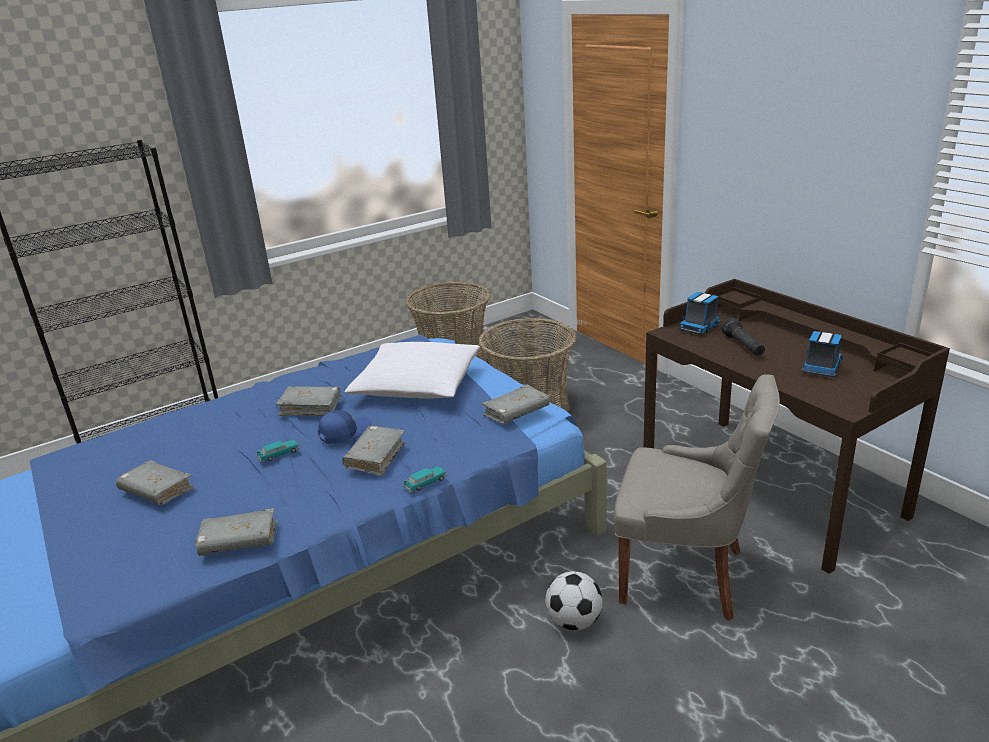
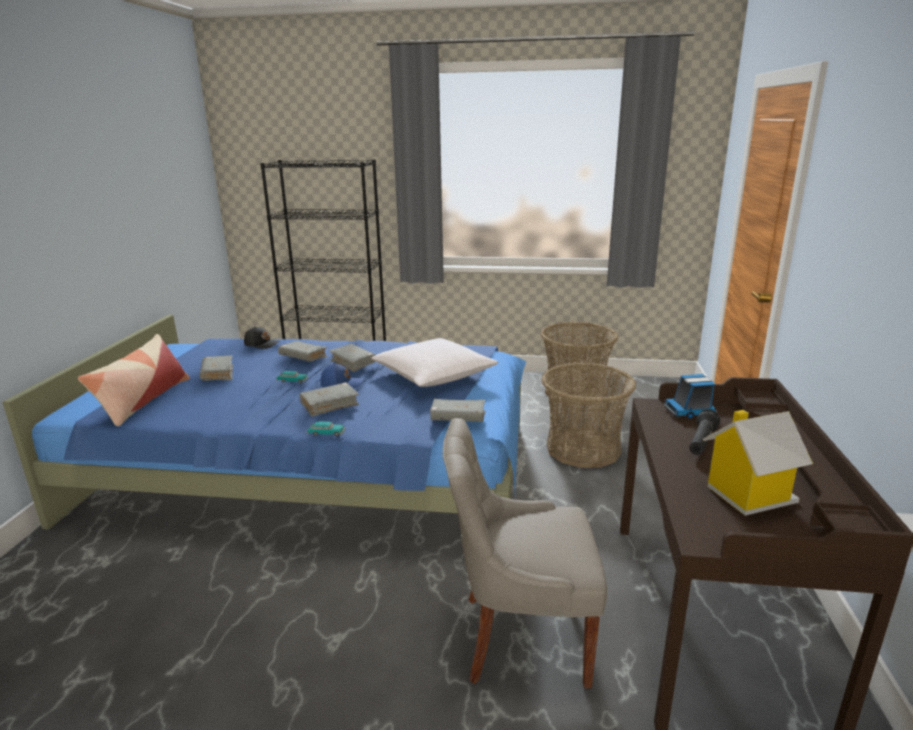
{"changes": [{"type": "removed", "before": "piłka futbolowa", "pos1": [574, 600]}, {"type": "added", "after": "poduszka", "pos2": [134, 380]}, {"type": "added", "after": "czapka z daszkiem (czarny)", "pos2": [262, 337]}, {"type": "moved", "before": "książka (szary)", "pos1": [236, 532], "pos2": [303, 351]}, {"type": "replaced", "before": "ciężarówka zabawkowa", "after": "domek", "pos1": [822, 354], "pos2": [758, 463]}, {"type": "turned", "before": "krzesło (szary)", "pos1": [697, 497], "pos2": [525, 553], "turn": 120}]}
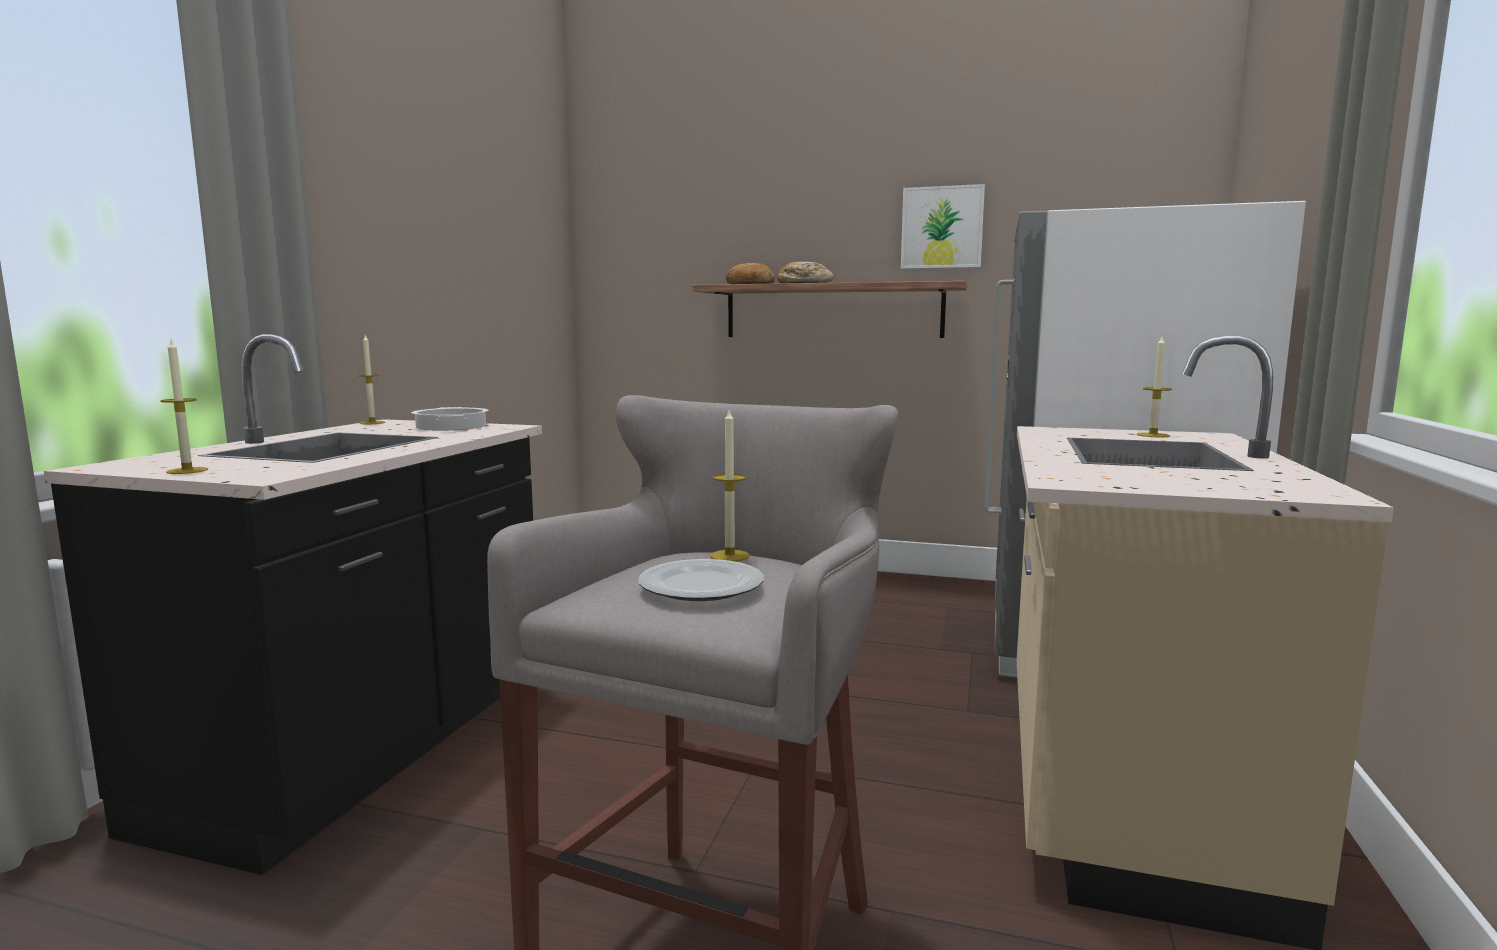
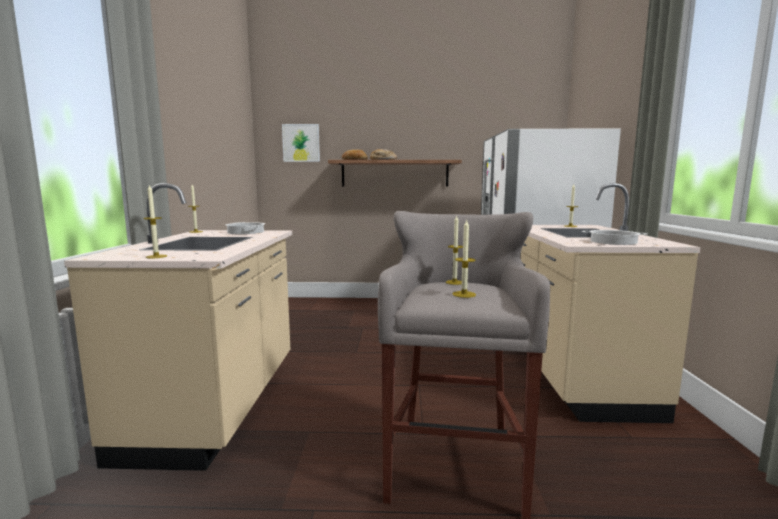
{"changes": [{"type": "added", "after": "garnek", "pos2": [614, 237]}, {"type": "moved", "before": "obraz", "pos1": [943, 226], "pos2": [301, 143]}, {"type": "replaced", "before": "talerz", "after": "świeca", "pos1": [701, 580], "pos2": [464, 259]}, {"type": "recoloured", "before": "zabudowa kuchenna (czarny)", "after": "zabudowa kuchenna (beżowy)", "pos1": [293, 604], "pos2": [178, 327]}]}
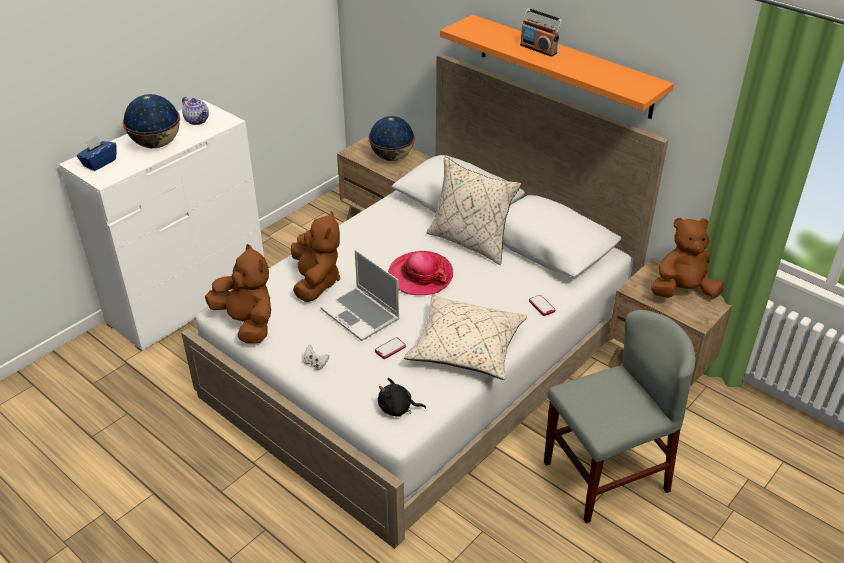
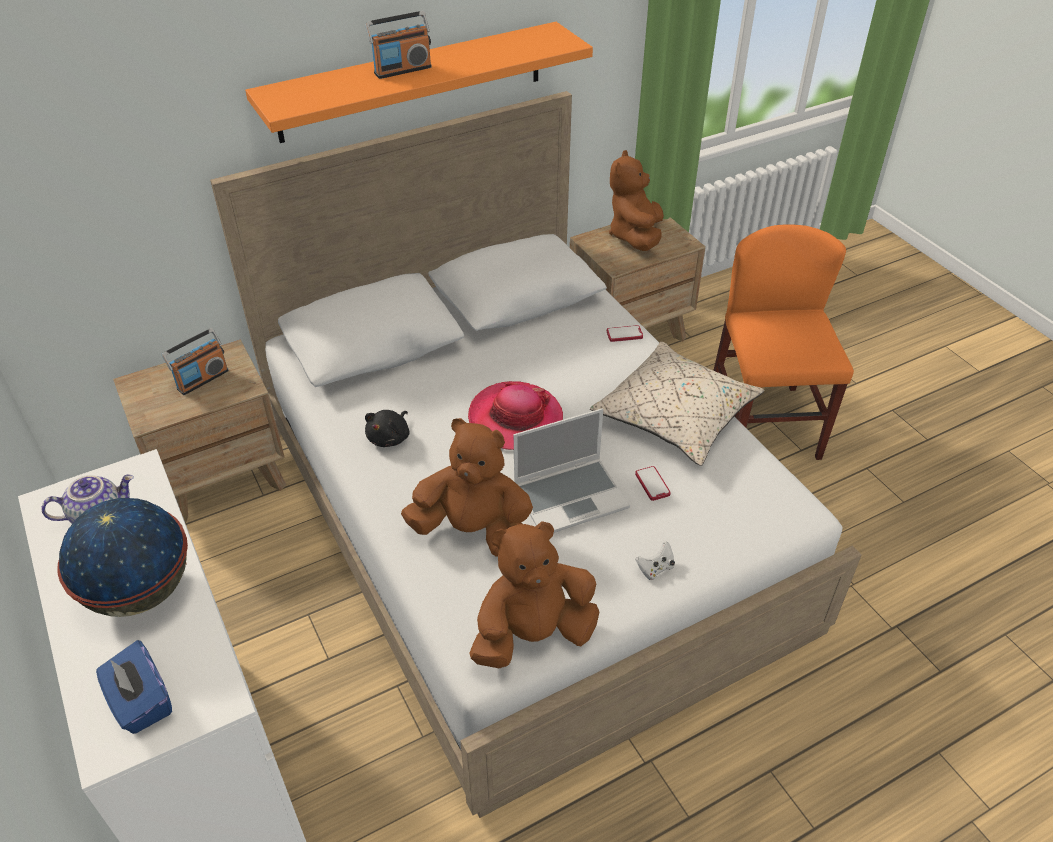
{"changes": [{"type": "removed", "before": "poduszka (beżowy)", "pos1": [474, 211]}, {"type": "moved", "before": "pluszak (czarny)", "pos1": [402, 397], "pos2": [387, 428]}, {"type": "replaced", "before": "globus", "after": "radio", "pos1": [392, 138], "pos2": [195, 361]}, {"type": "recoloured", "before": "krzesło (szary)", "after": "krzesło (pomarańczowy)", "pos1": [619, 417], "pos2": [783, 342]}]}
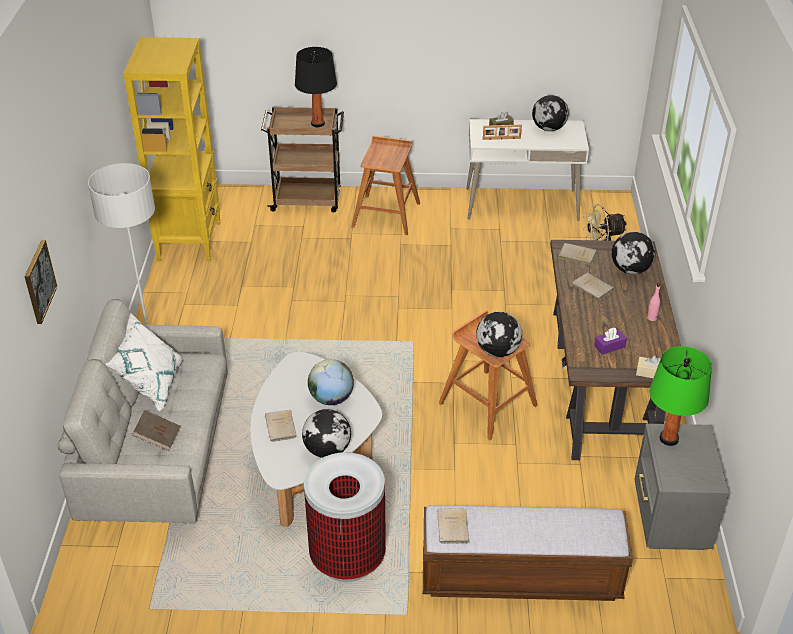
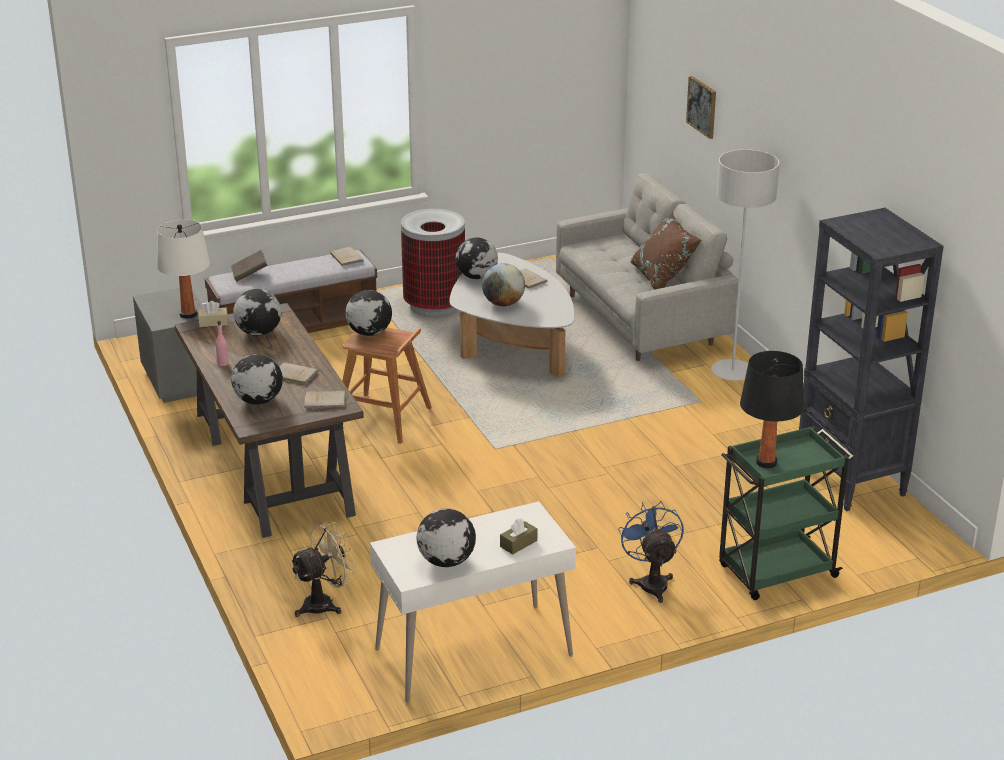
{"changes": [{"type": "removed", "before": "ramka na zdjęcie", "pos1": [502, 132]}, {"type": "moved", "before": "książka (brązowy)", "pos1": [156, 430], "pos2": [249, 266]}, {"type": "replaced", "before": "stołek (brązowy)", "after": "wentylator (niebieski)", "pos1": [385, 185], "pos2": [651, 552]}, {"type": "replaced", "before": "pudełko chusteczek (fioletowy)", "after": "globus", "pos1": [610, 341], "pos2": [257, 312]}, {"type": "recoloured", "before": "poduszka (biały)", "after": "poduszka (brązowy)", "pos1": [144, 362], "pos2": [666, 250]}, {"type": "recoloured", "before": "regał (żółty)", "after": "regał (czarny)", "pos1": [172, 149], "pos2": [871, 359]}, {"type": "recoloured", "before": "wózek (brązowy)", "after": "wózek (zielony)", "pos1": [302, 159], "pos2": [786, 513]}, {"type": "recoloured", "before": "lampa stołowa (zielony)", "after": "lampa stołowa (biały)", "pos1": [680, 396], "pos2": [183, 269]}]}
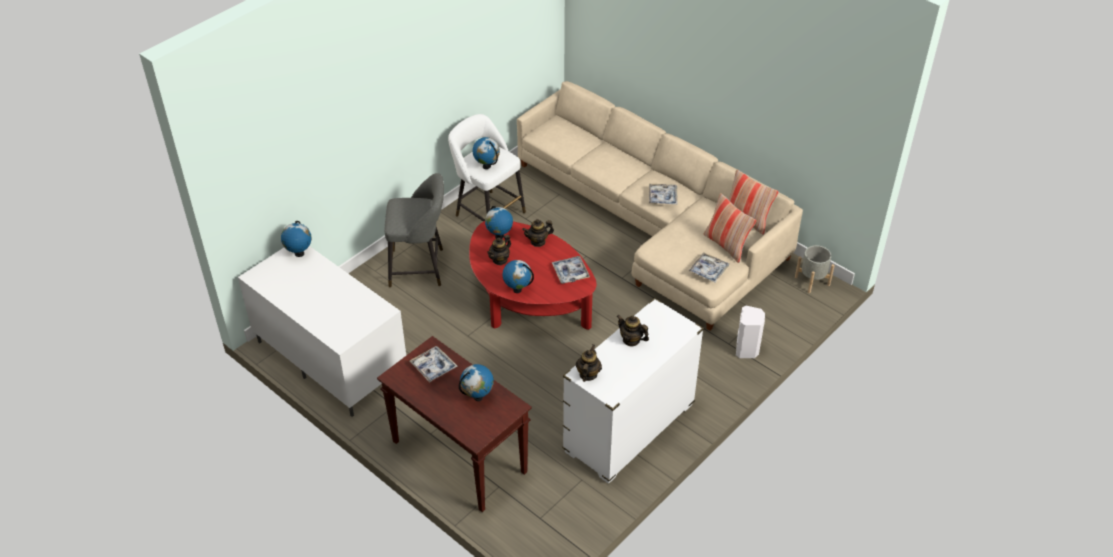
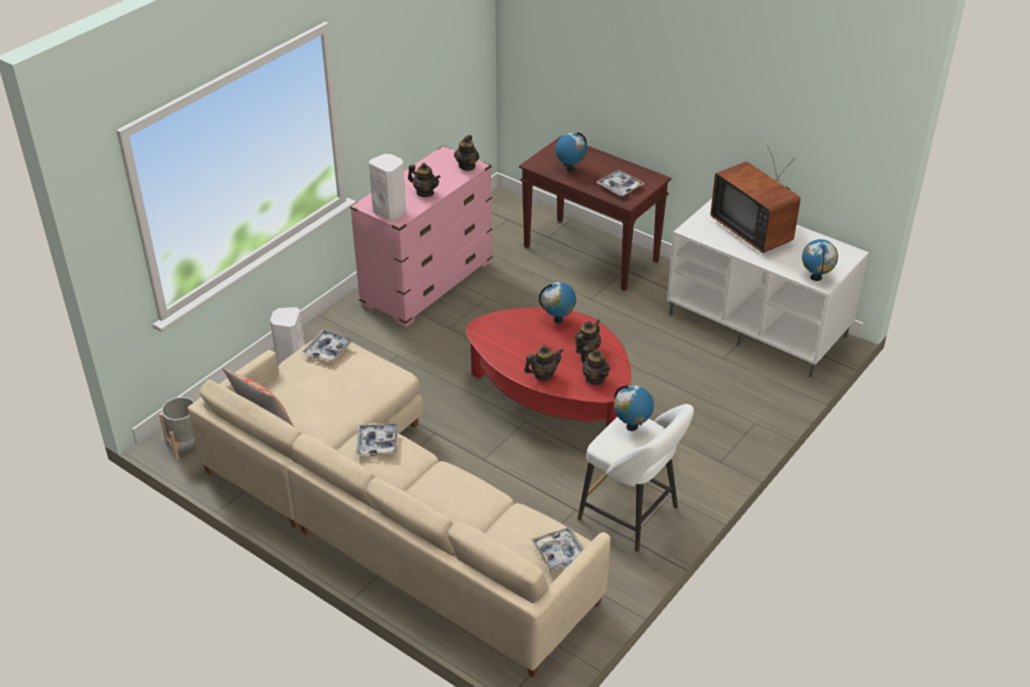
{"changes": [{"type": "removed", "before": "stołek (szary)", "pos1": [414, 230]}, {"type": "removed", "before": "poduszka", "pos1": [730, 228]}, {"type": "added", "after": "głośnik (biały)", "pos2": [387, 187]}, {"type": "added", "after": "telewizor", "pos2": [755, 199]}, {"type": "moved", "before": "taca", "pos1": [570, 270], "pos2": [557, 549]}, {"type": "replaced", "before": "globus", "after": "imbryk", "pos1": [499, 222], "pos2": [595, 365]}, {"type": "recoloured", "before": "komoda (biały)", "after": "komoda (różowy)", "pos1": [633, 391], "pos2": [421, 236]}]}
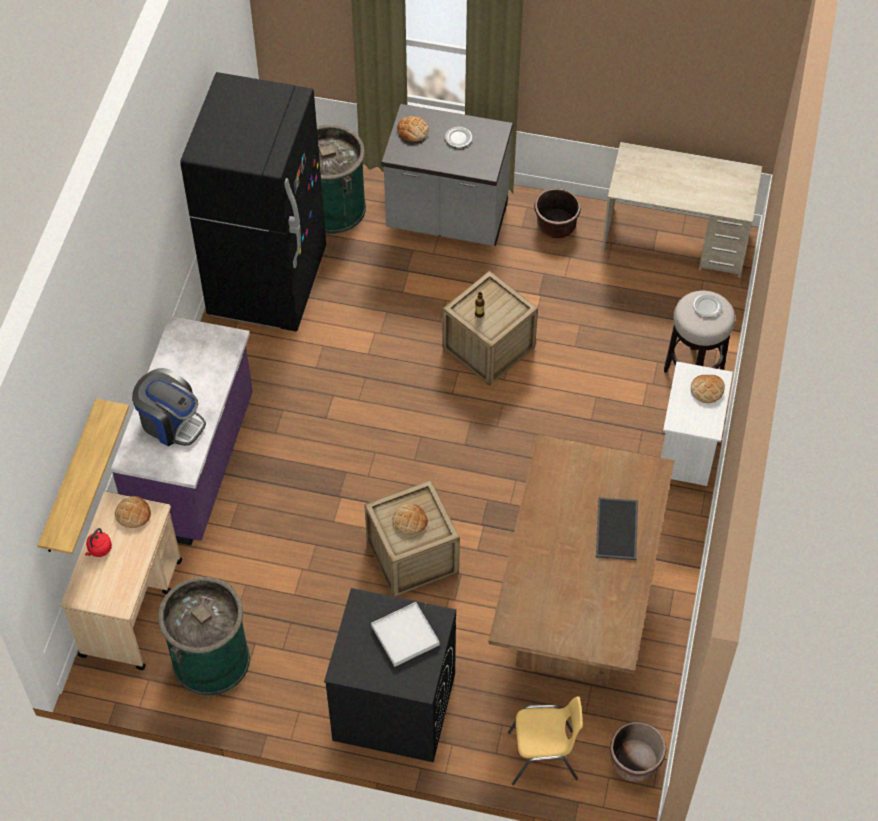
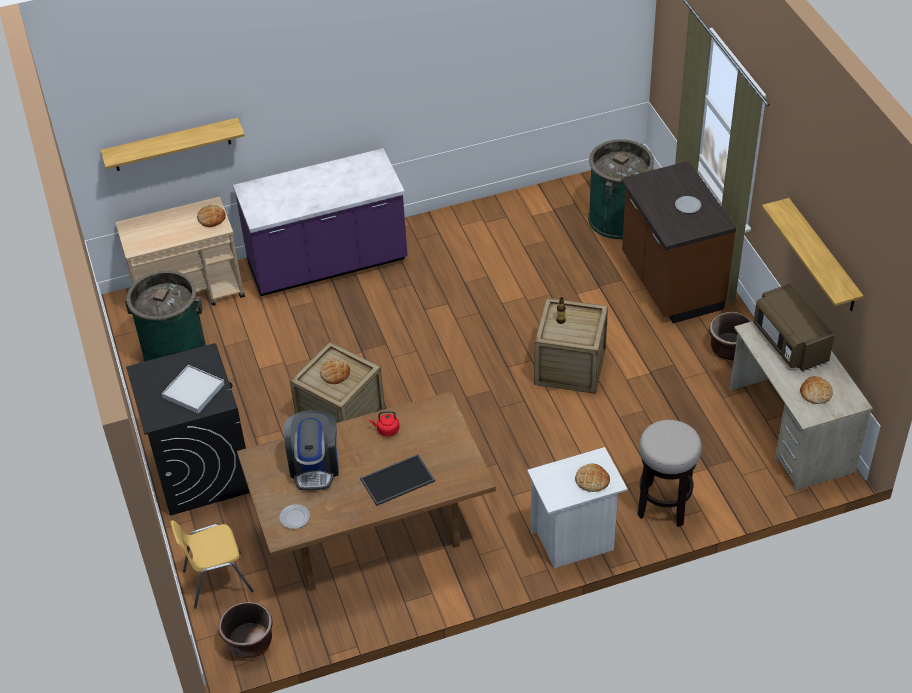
{"changes": [{"type": "removed", "before": "lodówka (czarny)", "pos1": [253, 202]}, {"type": "added", "after": "mikrofalówka (brązowy)", "pos2": [794, 327]}, {"type": "added", "after": "półka", "pos2": [813, 254]}, {"type": "moved", "before": "czajnik (czerwony)", "pos1": [98, 542], "pos2": [385, 424]}, {"type": "moved", "before": "ekspres do kawy", "pos1": [169, 407], "pos2": [311, 450]}, {"type": "moved", "before": "chleb", "pos1": [413, 129], "pos2": [816, 390]}, {"type": "moved", "before": "talerz", "pos1": [707, 305], "pos2": [295, 516]}, {"type": "recoloured", "before": "zabudowa kuchenna (szary)", "after": "zabudowa kuchenna (brązowy)", "pos1": [447, 175], "pos2": [678, 242]}, {"type": "turned", "before": "krzesło (żółty)", "pos1": [545, 740], "pos2": [212, 564], "turn": 105}]}
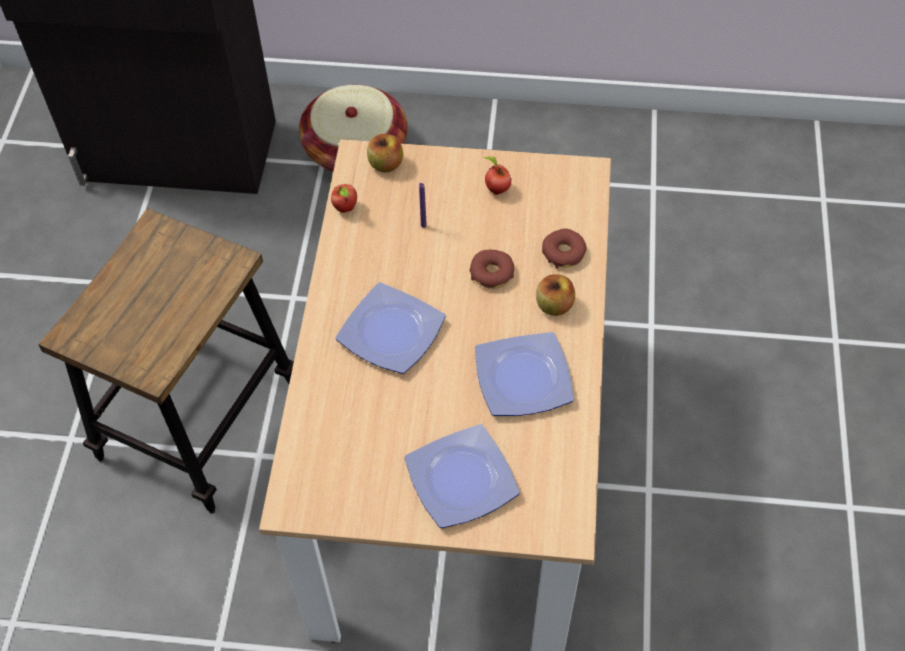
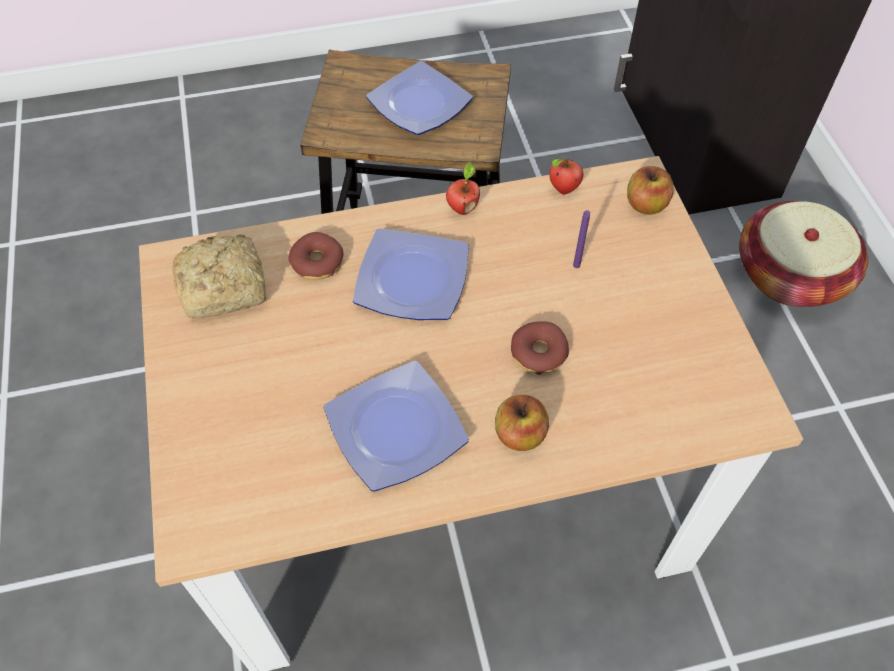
{"changes": [{"type": "added", "after": "chleb", "pos2": [219, 276]}, {"type": "moved", "before": "talerz", "pos1": [462, 476], "pos2": [419, 98]}, {"type": "moved", "before": "jabłko", "pos1": [498, 175], "pos2": [463, 188]}, {"type": "moved", "before": "donut", "pos1": [564, 248], "pos2": [315, 256]}]}
